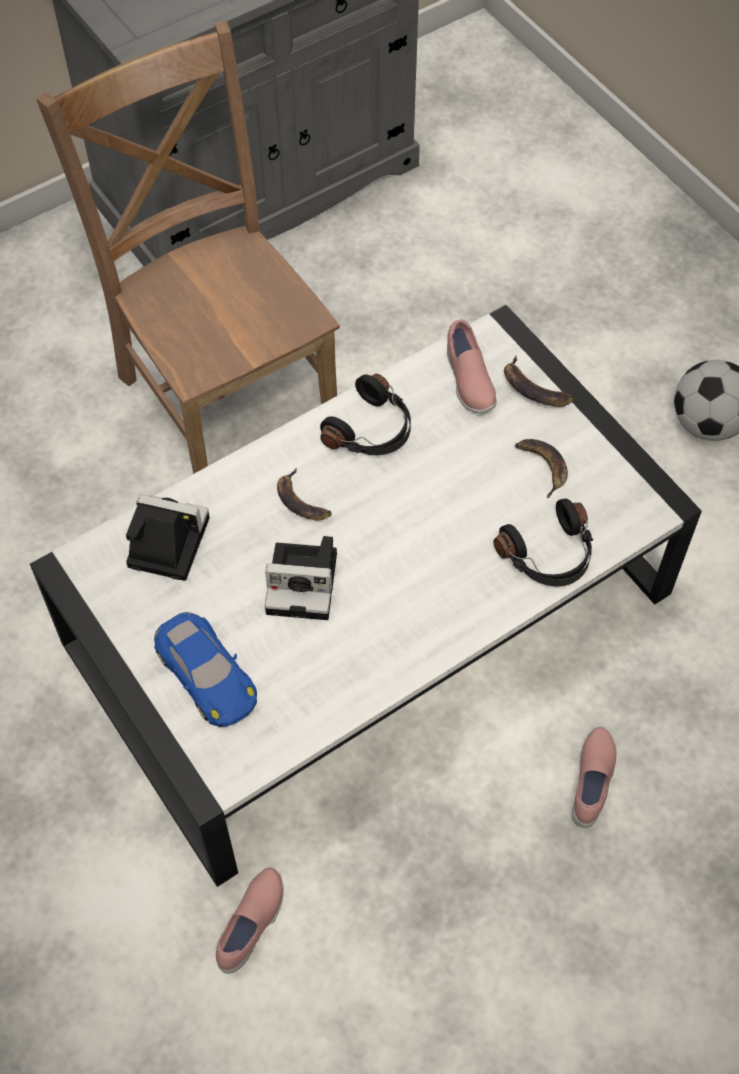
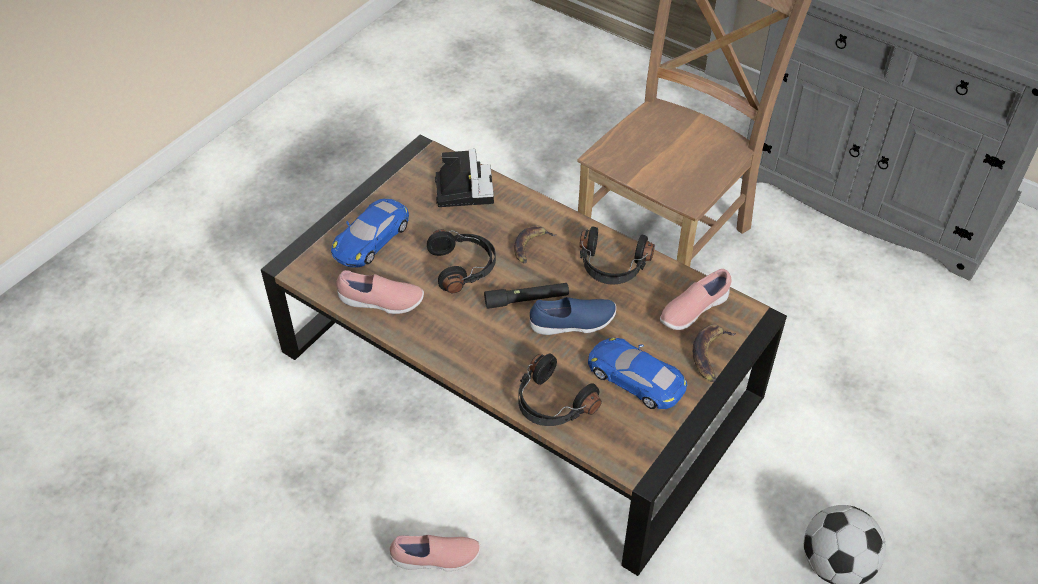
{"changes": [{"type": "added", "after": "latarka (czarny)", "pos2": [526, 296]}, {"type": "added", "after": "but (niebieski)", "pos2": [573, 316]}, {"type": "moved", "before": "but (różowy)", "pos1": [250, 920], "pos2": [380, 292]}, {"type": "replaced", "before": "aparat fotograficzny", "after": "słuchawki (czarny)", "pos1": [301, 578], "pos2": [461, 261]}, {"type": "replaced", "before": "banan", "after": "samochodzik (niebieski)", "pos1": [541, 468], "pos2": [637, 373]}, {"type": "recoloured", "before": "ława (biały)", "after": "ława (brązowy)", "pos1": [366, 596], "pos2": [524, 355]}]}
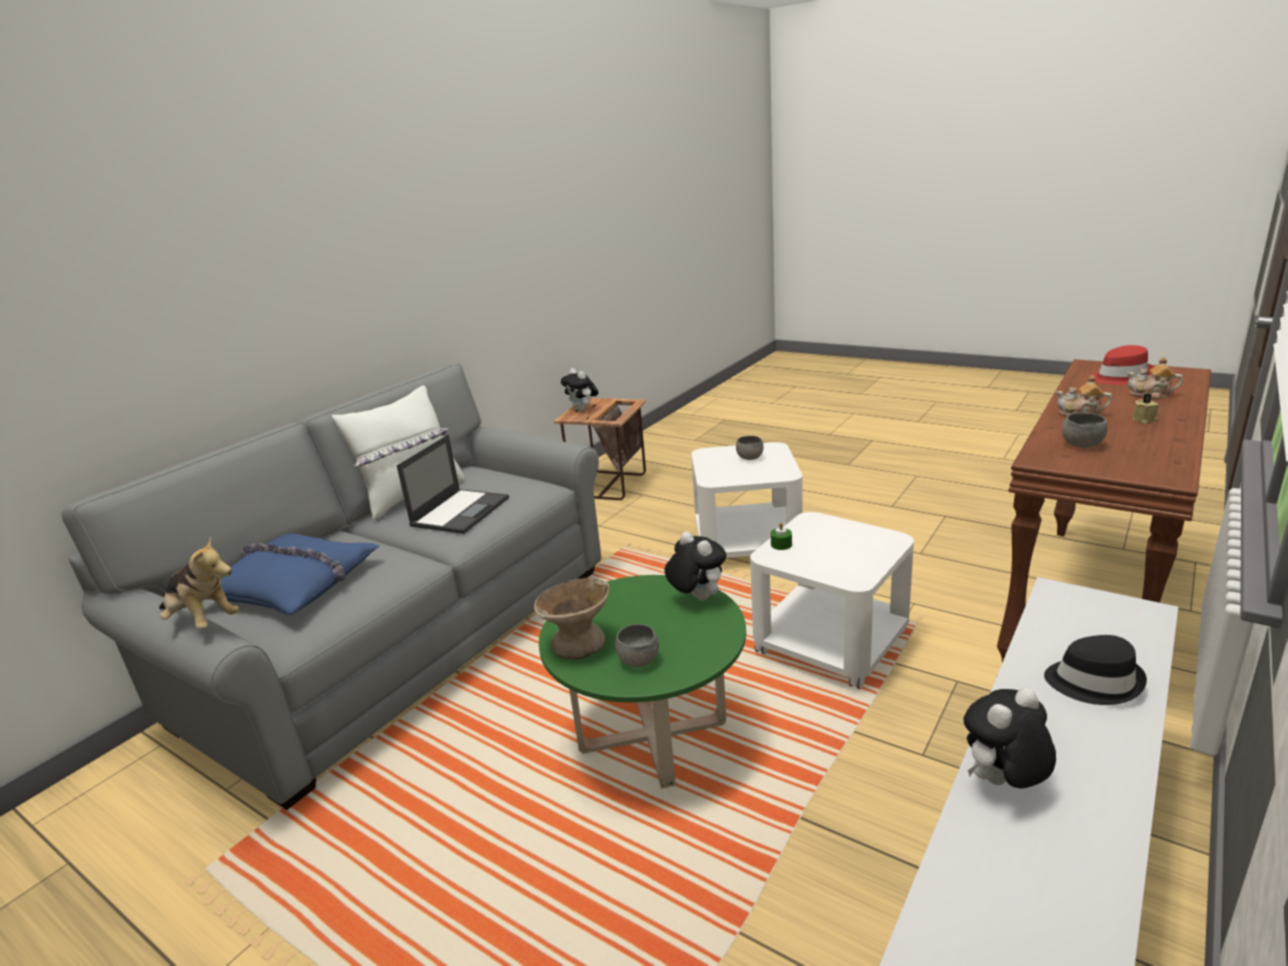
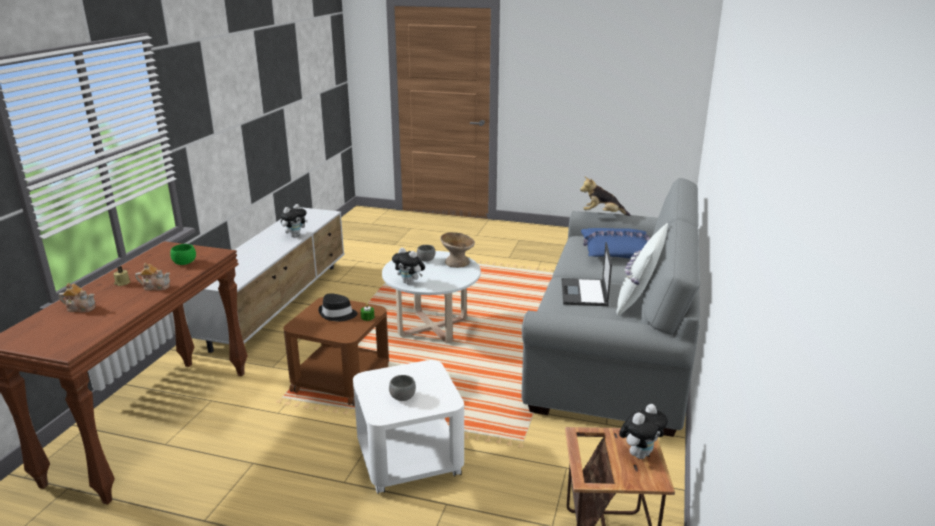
{"changes": [{"type": "removed", "before": "kapelusz (czerwony)", "pos1": [1122, 365]}, {"type": "moved", "before": "kapelusz (czarny)", "pos1": [1095, 670], "pos2": [338, 307]}, {"type": "recoloured", "before": "ława (zielony)", "after": "ława (biały)", "pos1": [642, 682], "pos2": [431, 297]}, {"type": "recoloured", "before": "stolik (biały)", "after": "stolik (brązowy)", "pos1": [832, 600], "pos2": [336, 351]}, {"type": "recoloured", "before": "miska (szary)", "after": "miska (zielony)", "pos1": [1085, 430], "pos2": [183, 254]}, {"type": "turned", "before": "pluszak", "pos1": [580, 389], "pos2": [643, 431], "turn": 105}]}
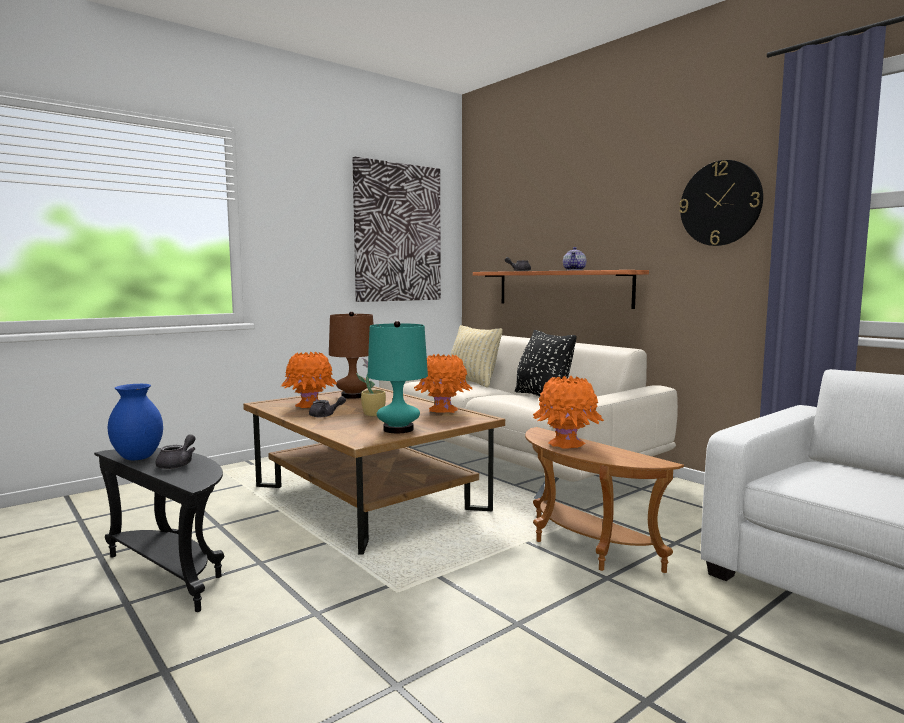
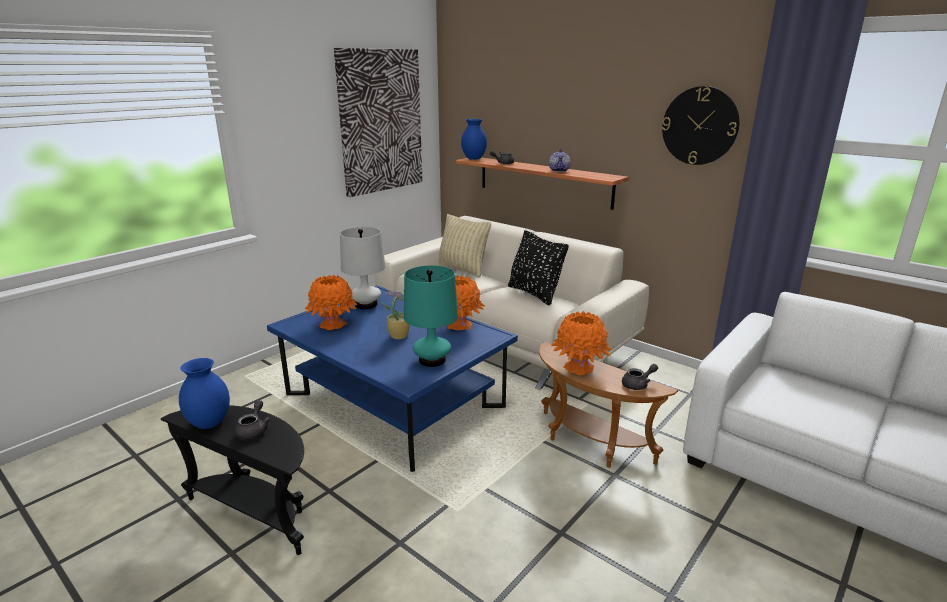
{"changes": [{"type": "added", "after": "wazon (niebieski)", "pos2": [474, 139]}, {"type": "moved", "before": "imbryk (szary)", "pos1": [327, 406], "pos2": [640, 377]}, {"type": "recoloured", "before": "ława (brązowy)", "after": "ława (niebieski)", "pos1": [374, 470], "pos2": [392, 379]}, {"type": "recoloured", "before": "lampa stołowa (brązowy)", "after": "lampa stołowa (biały)", "pos1": [351, 355], "pos2": [362, 268]}]}
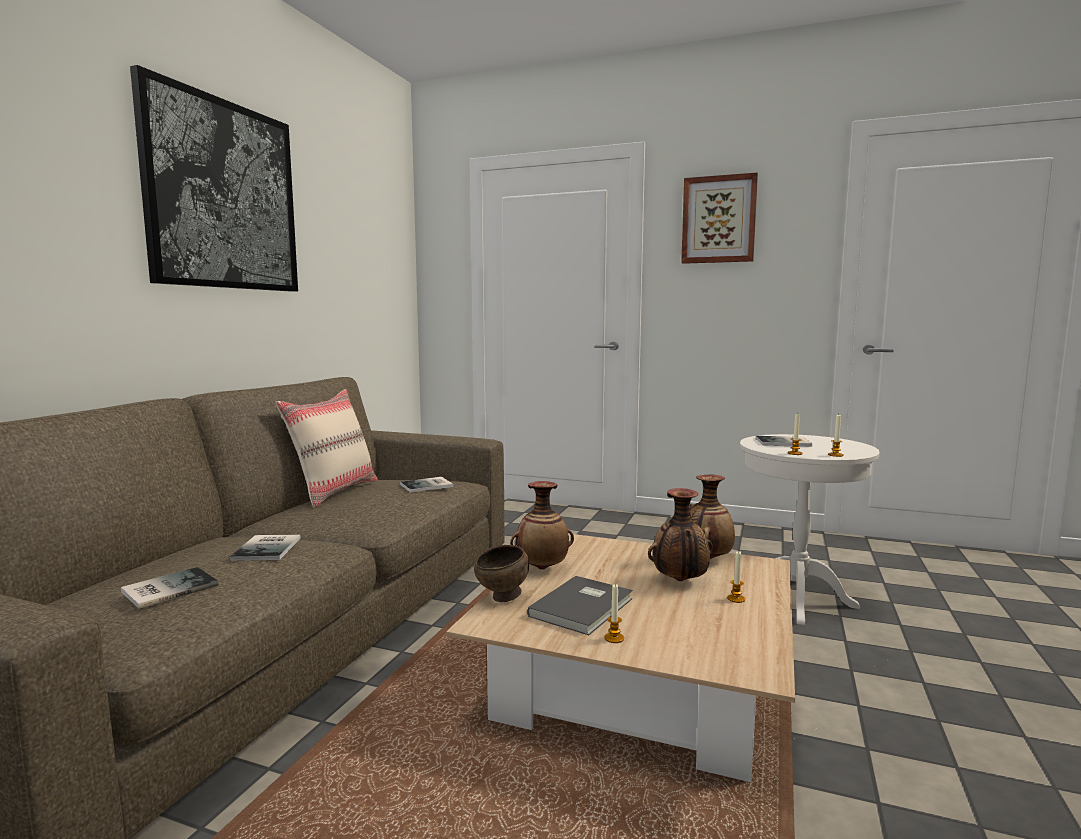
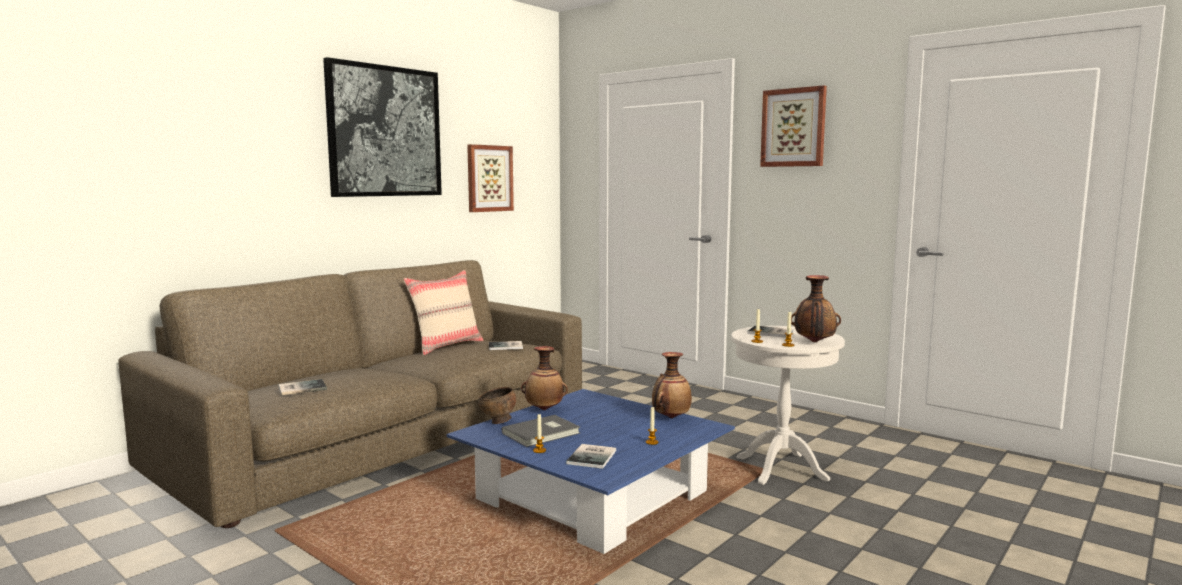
{"changes": [{"type": "added", "after": "obraz", "pos2": [490, 178]}, {"type": "moved", "before": "książka", "pos1": [265, 548], "pos2": [591, 456]}, {"type": "moved", "before": "wazon", "pos1": [680, 534], "pos2": [816, 308]}, {"type": "recoloured", "before": "ława (beżowy)", "after": "ława (niebieski)", "pos1": [620, 658], "pos2": [590, 471]}]}
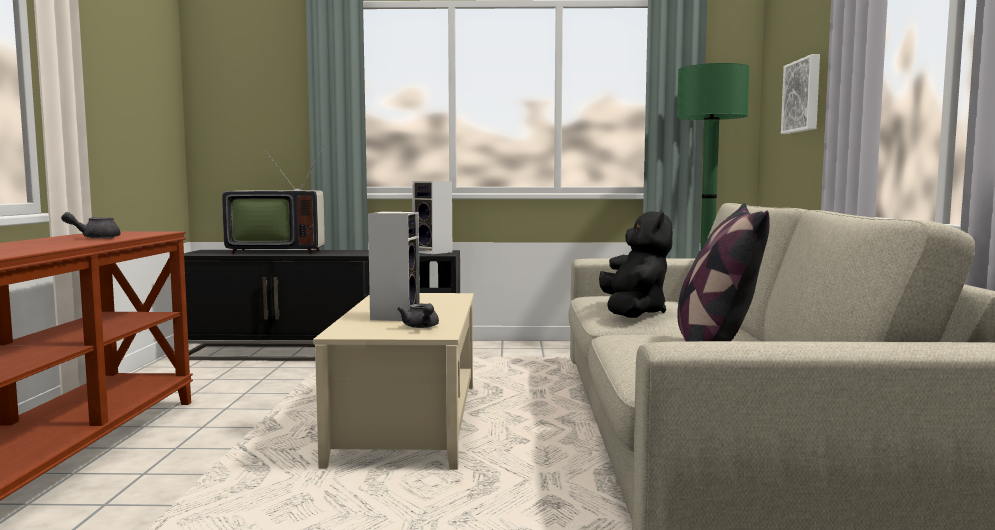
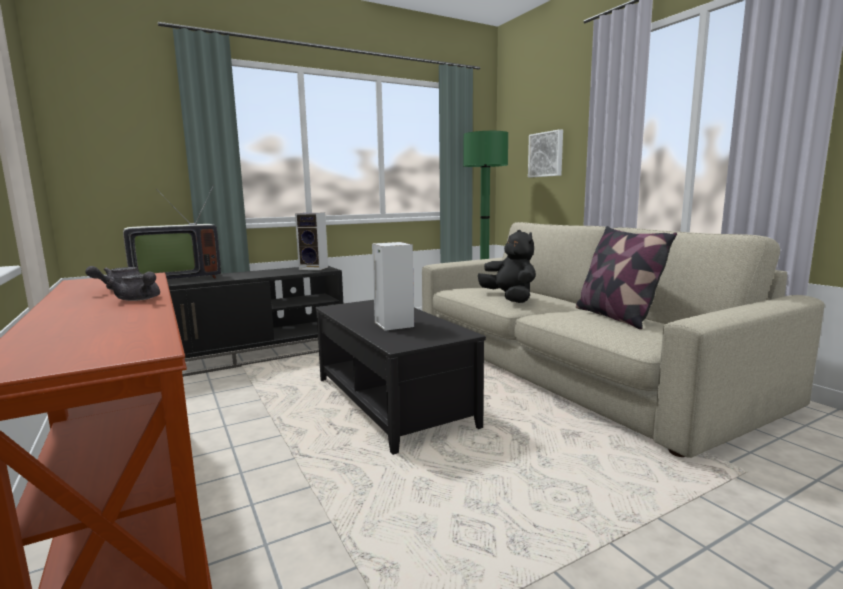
{"changes": [{"type": "moved", "before": "imbryk (szary)", "pos1": [418, 315], "pos2": [133, 286]}, {"type": "recoloured", "before": "ława (beżowy)", "after": "ława (czarny)", "pos1": [393, 381], "pos2": [400, 377]}]}
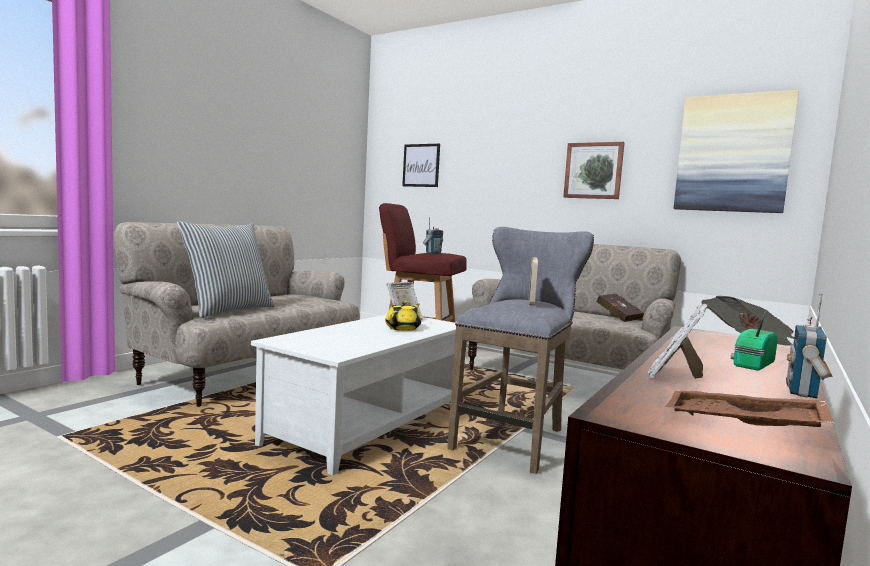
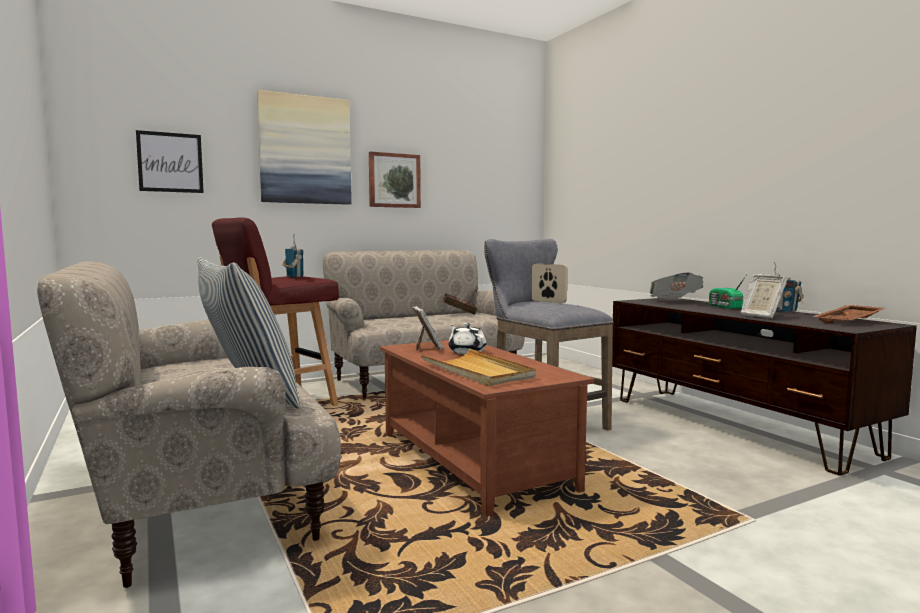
{"changes": [{"type": "added", "after": "taca (beżowy)", "pos2": [478, 367]}, {"type": "moved", "before": "obraz", "pos1": [736, 151], "pos2": [304, 147]}, {"type": "recoloured", "before": "ława (biały)", "after": "ława (brązowy)", "pos1": [353, 395], "pos2": [487, 428]}, {"type": "recoloured", "before": "imbryk (żółty)", "after": "imbryk (biały)", "pos1": [403, 316], "pos2": [467, 338]}]}
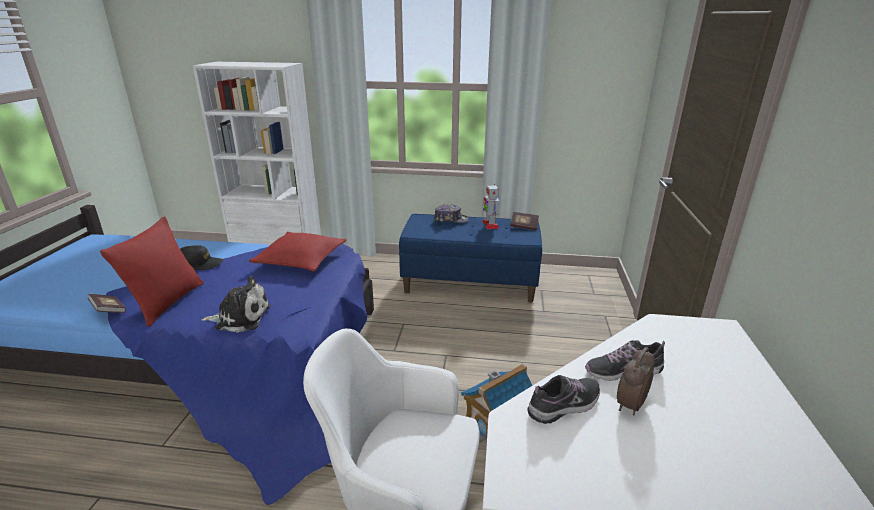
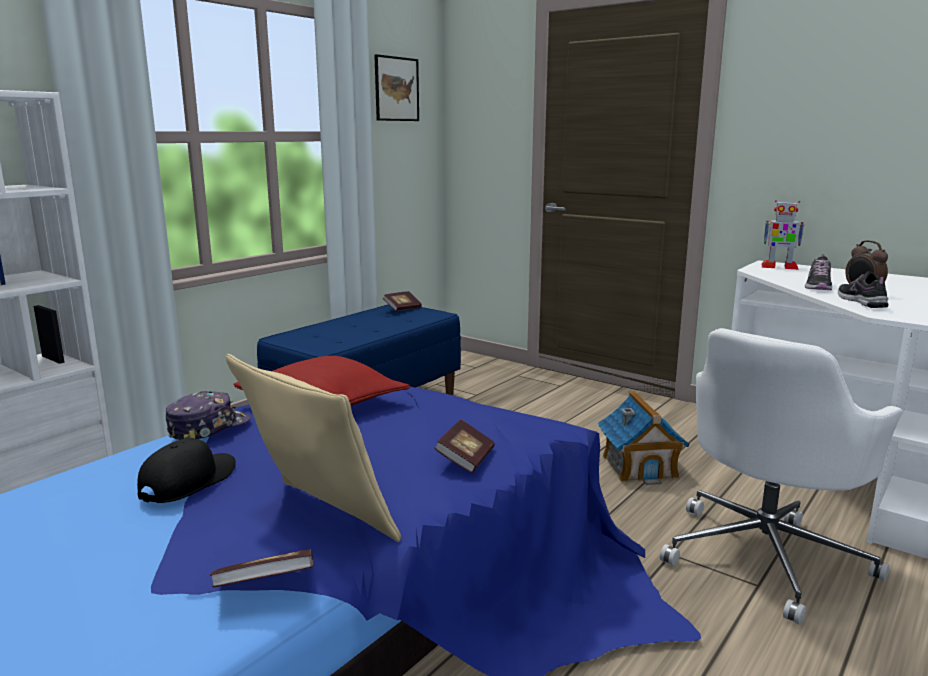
{"changes": [{"type": "added", "after": "obraz", "pos2": [396, 87]}, {"type": "moved", "before": "czapka z daszkiem", "pos1": [451, 213], "pos2": [208, 415]}, {"type": "moved", "before": "robot zabawkowy", "pos1": [491, 206], "pos2": [783, 235]}, {"type": "replaced", "before": "pluszak", "after": "książka", "pos1": [235, 304], "pos2": [464, 446]}, {"type": "recoloured", "before": "poduszka (czerwony)", "after": "poduszka (beżowy)", "pos1": [152, 271], "pos2": [313, 448]}]}
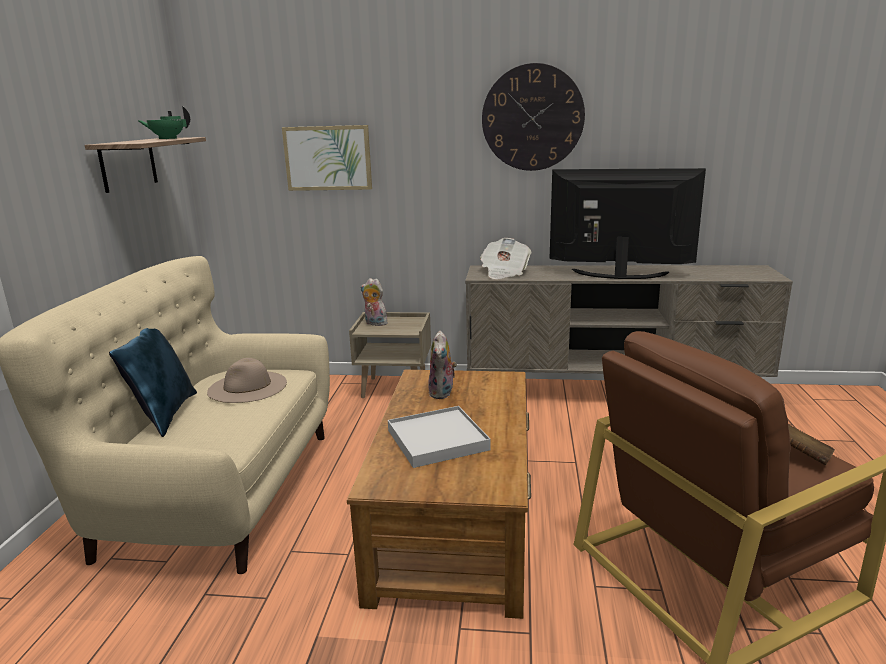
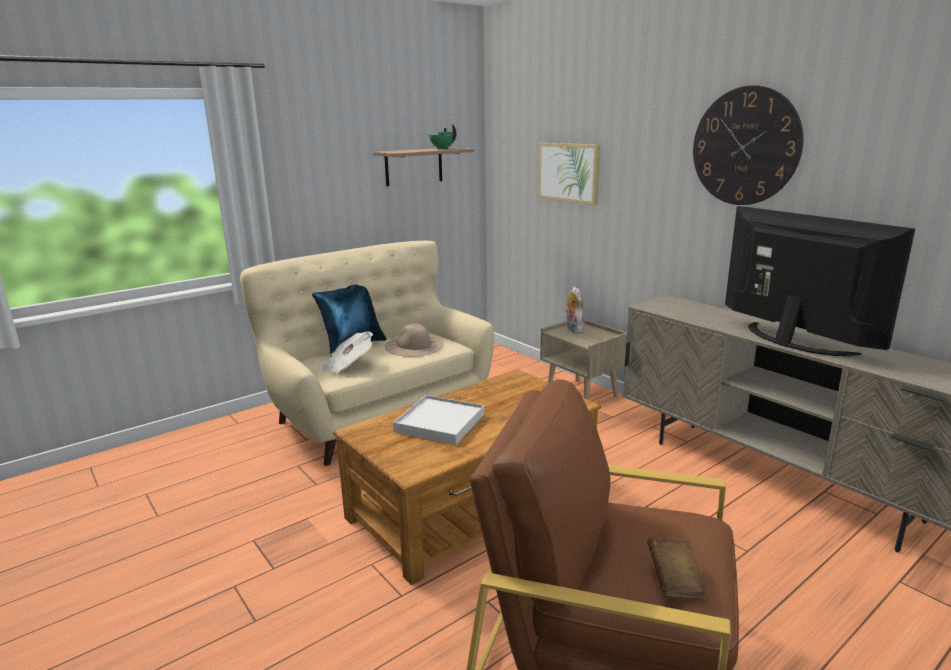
{"changes": [{"type": "removed", "before": "pluszak", "pos1": [442, 365]}, {"type": "moved", "before": "gazeta", "pos1": [506, 258], "pos2": [346, 352]}]}
